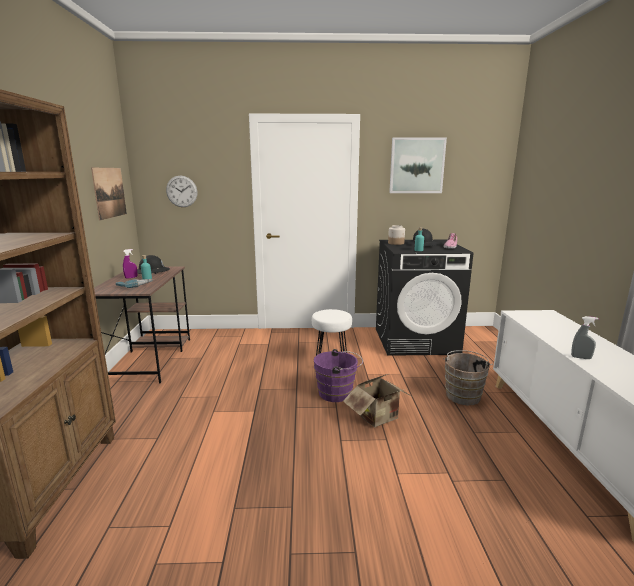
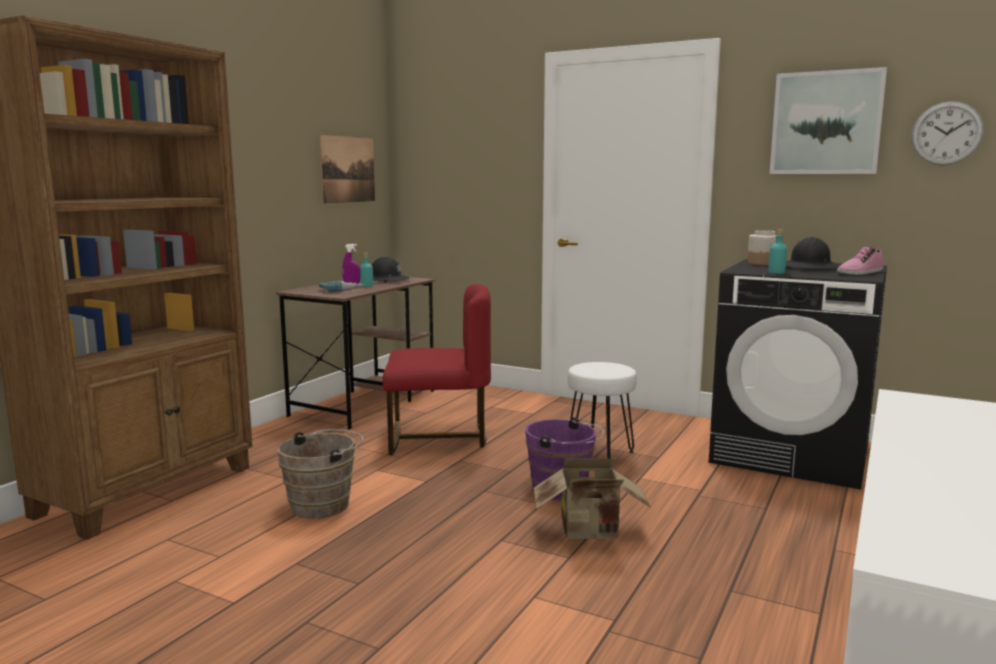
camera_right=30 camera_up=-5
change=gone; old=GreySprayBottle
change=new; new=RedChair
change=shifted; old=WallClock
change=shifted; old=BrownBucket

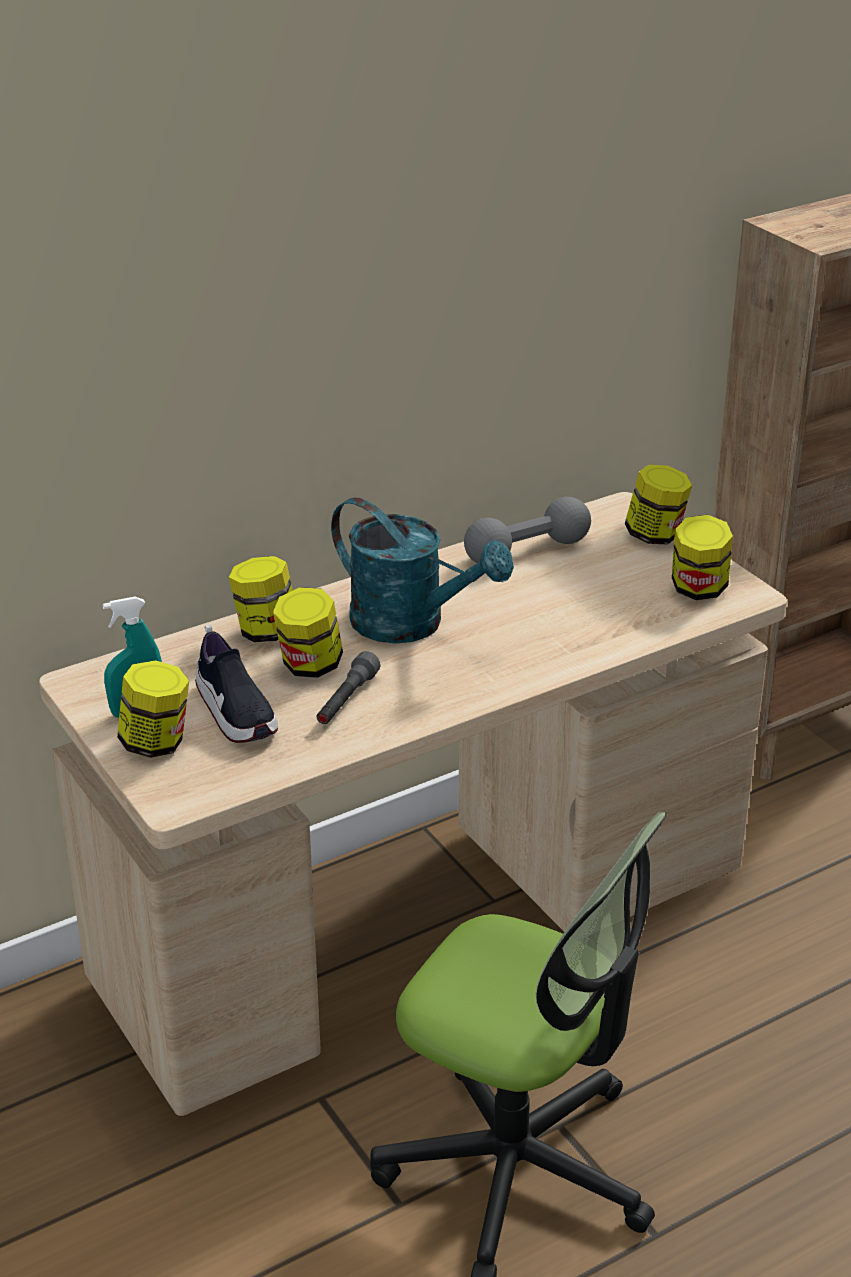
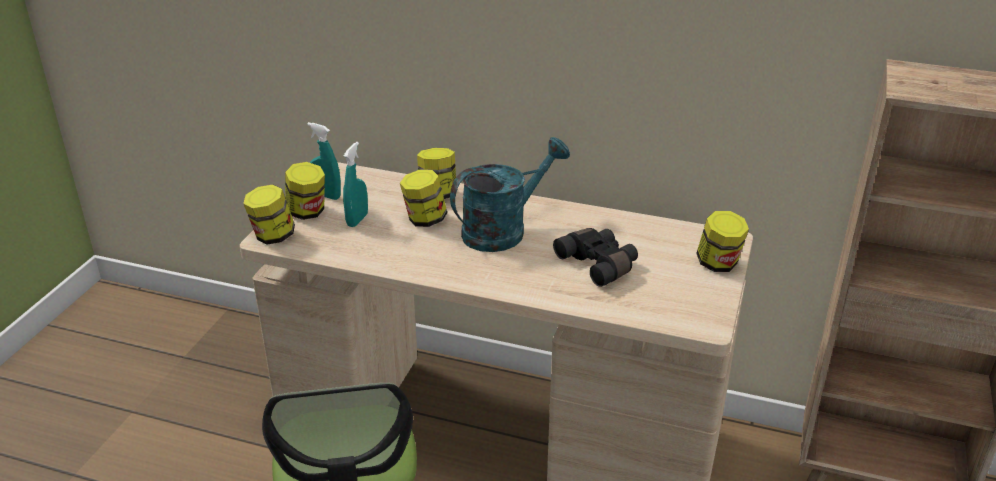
camera_right=50 camera_up=0
change=gone; old=GreyFlashlight
change=gone; old=GreyDumbbell
change=new; new=BlackBinoculars
change=shifted; old=Jar (no. 5 from left in the first image); new=Jar (no. 1 from left)
change=swapped; old=Shoe; new=TurquoiseSprayBottle (no. 2 from left)
change=rotated; old=TurquoiseWateringCan; degrees=-120

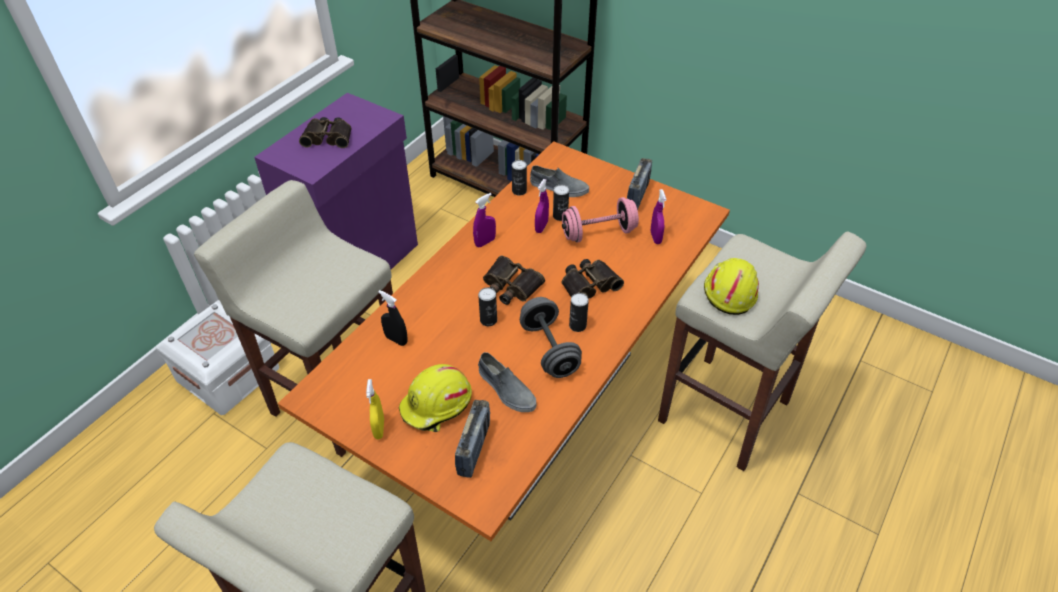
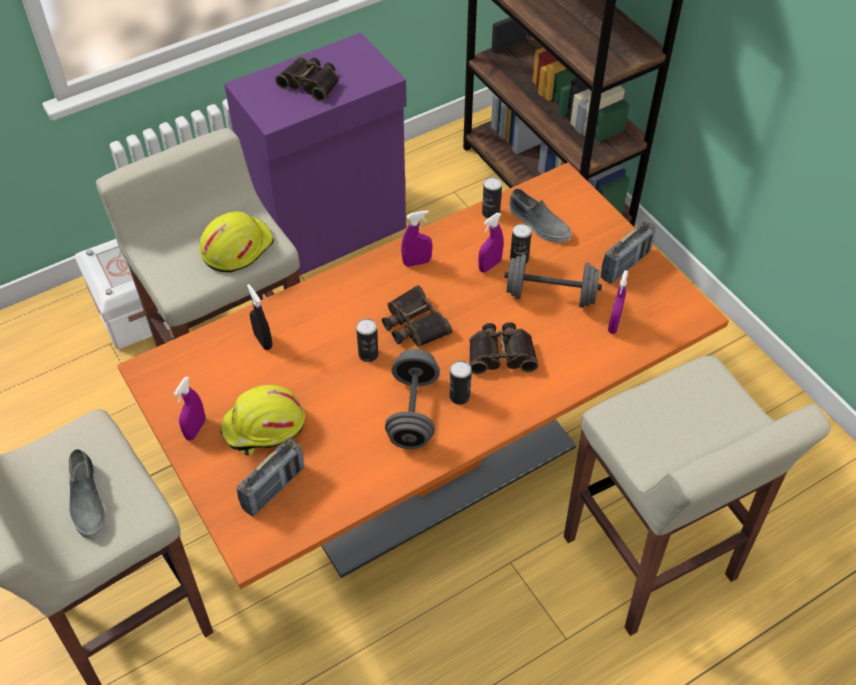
camera_right=25 camera_up=5
change=shifted; old=GreyShoe (no. 1 from left)
change=shifted; old=YellowHardHat (no. 2 from left in the first image); new=YellowHardHat (no. 1 from left)
change=repainted; old=YellowSprayBottle; new=PurpleSprayBottle (no. 1 from left)
change=repainted; old=PinkDumbbell; new=GreyDumbbell (no. 2 from left)

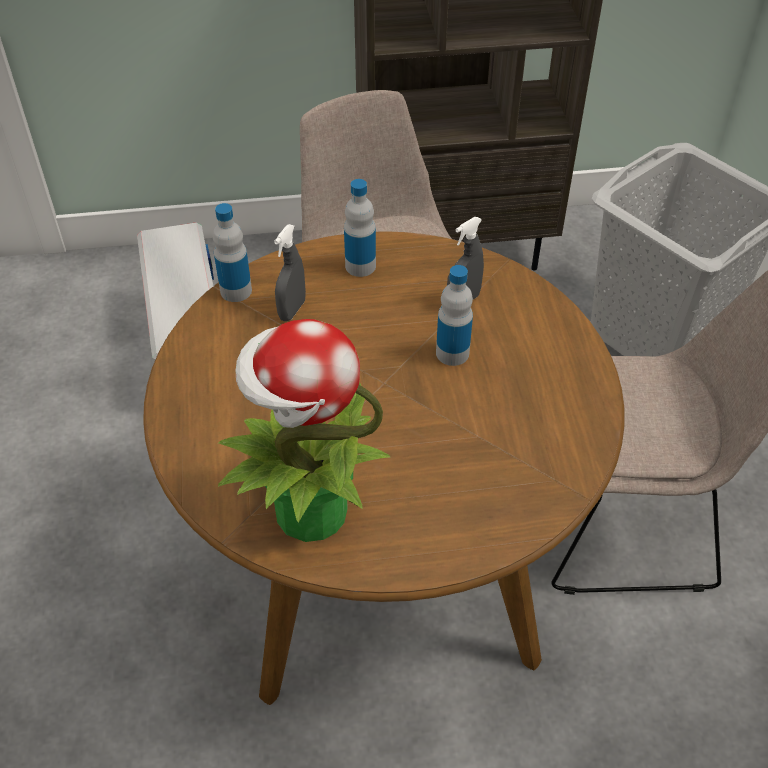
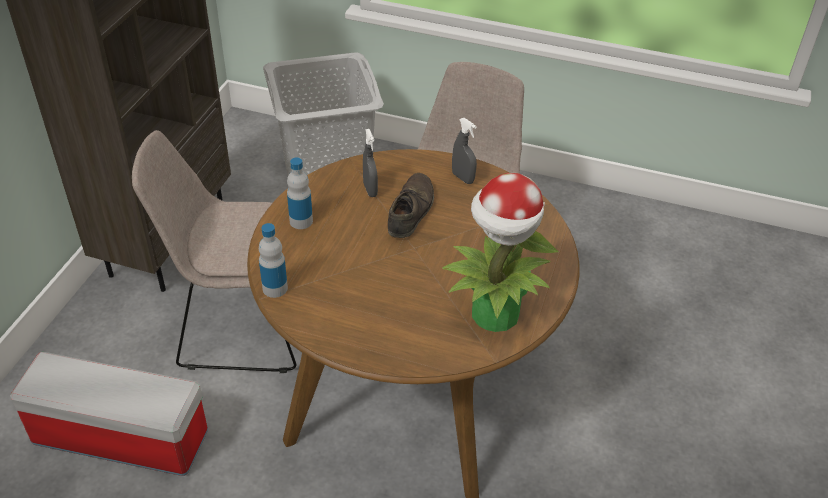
camera_right=-65 camera_up=-5
change=shifted; old=GreySprayBottle (no. 1 from left in the first image); new=GreySprayBottle (no. 2 from left)
change=swapped; old=Bottle (no. 3 from left); new=BrownShoe

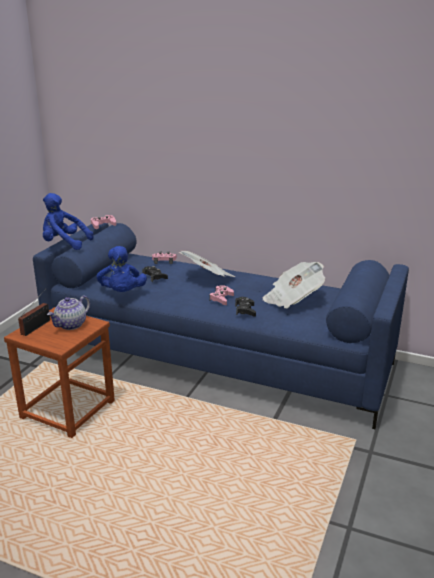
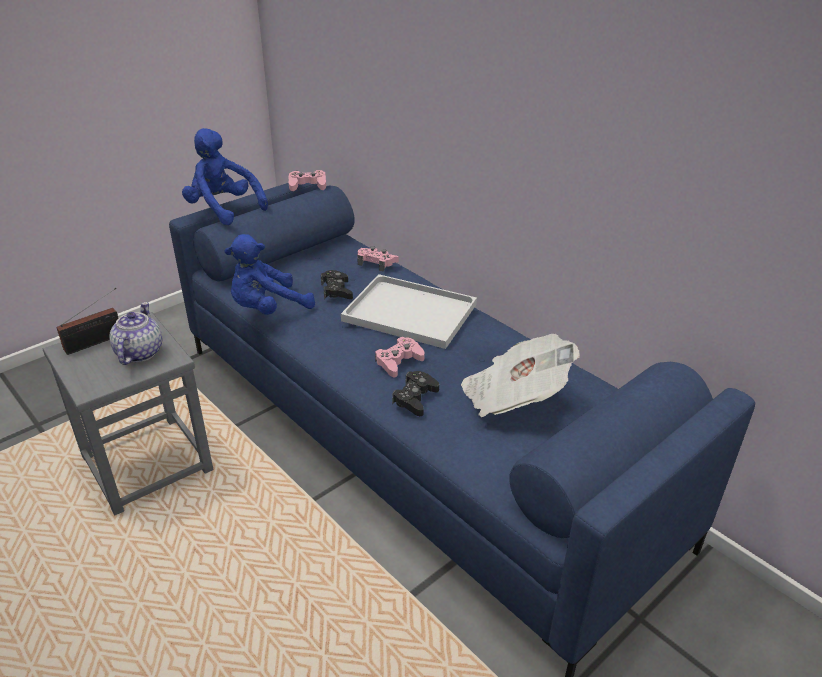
camera_right=25 camera_up=10
change=swapped; old=Newspaper (no. 1 from left); new=WhiteTray
change=repainted; old=BrownStool; new=GreyStool
change=rotated; old=Teapot; degrees=120
change=rotated; old=BluePlushToy (no. 2 from left); degrees=45

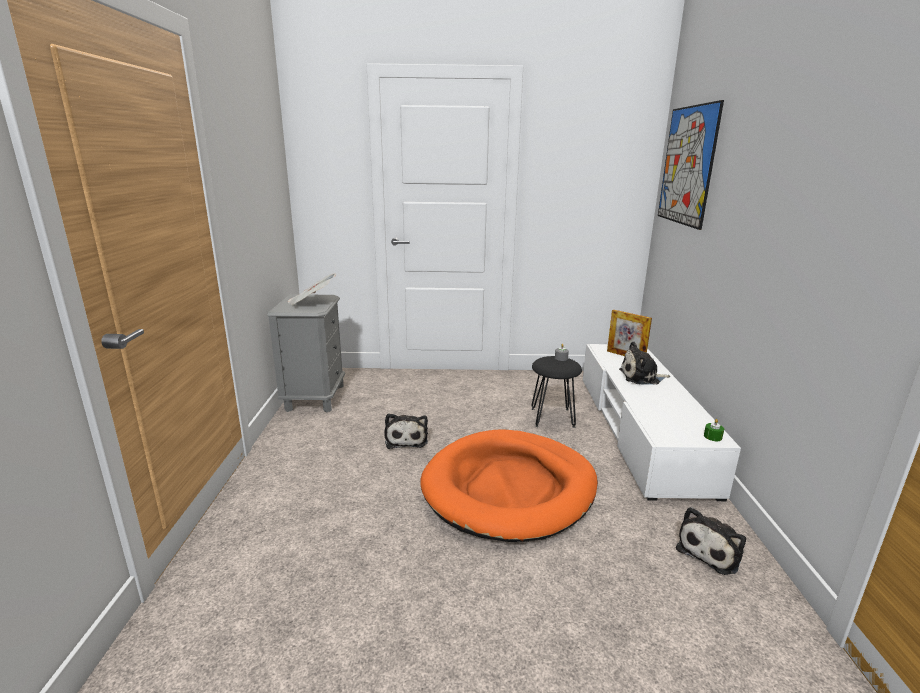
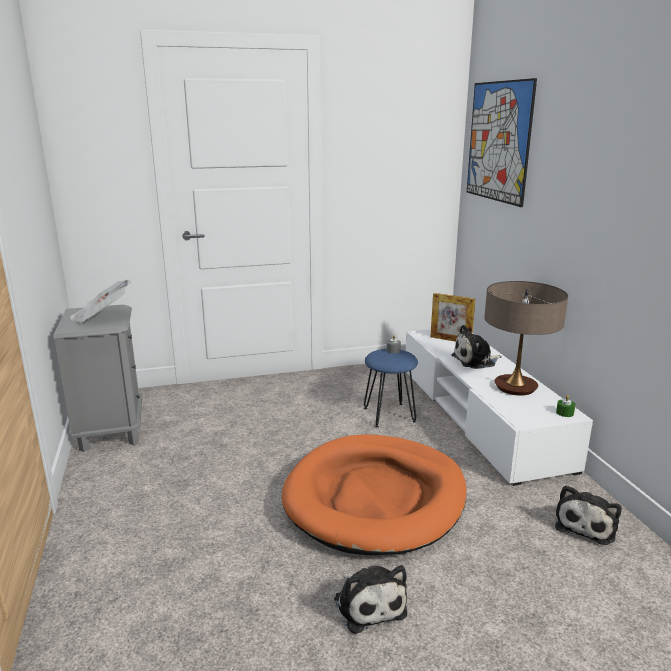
camera_right=-15 camera_up=0
change=new; new=TableLamp
change=shifted; old=PlushToy (no. 1 from left)
change=repainted; old=BlackStool; new=BlueStool

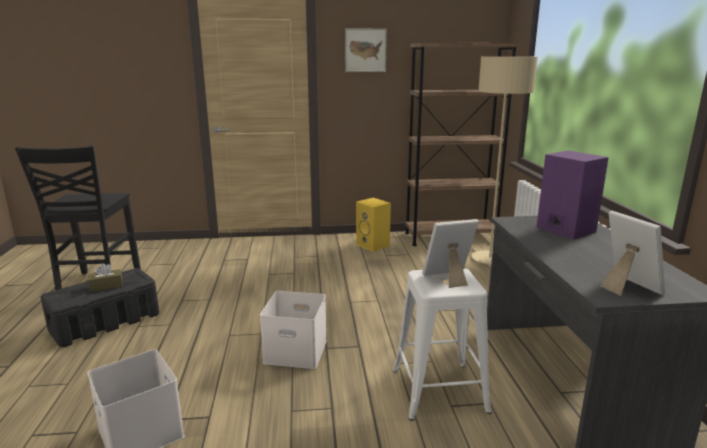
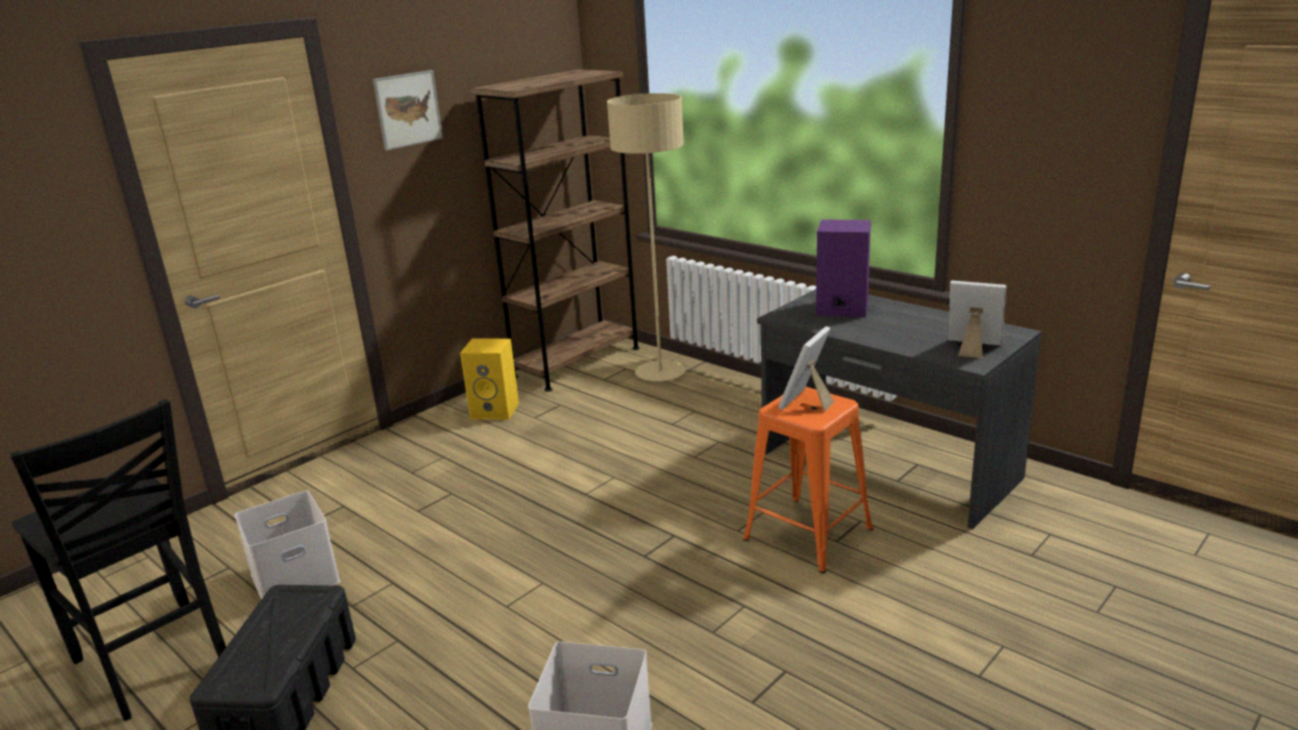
camera_right=-40 camera_up=5
change=gone; old=BrownTissueBox
change=shifted; old=WhiteStorageBox (no. 2 from left in the first image); new=WhiteStorageBox (no. 1 from left)
change=repainted; old=WhiteStool; new=OrangeStool

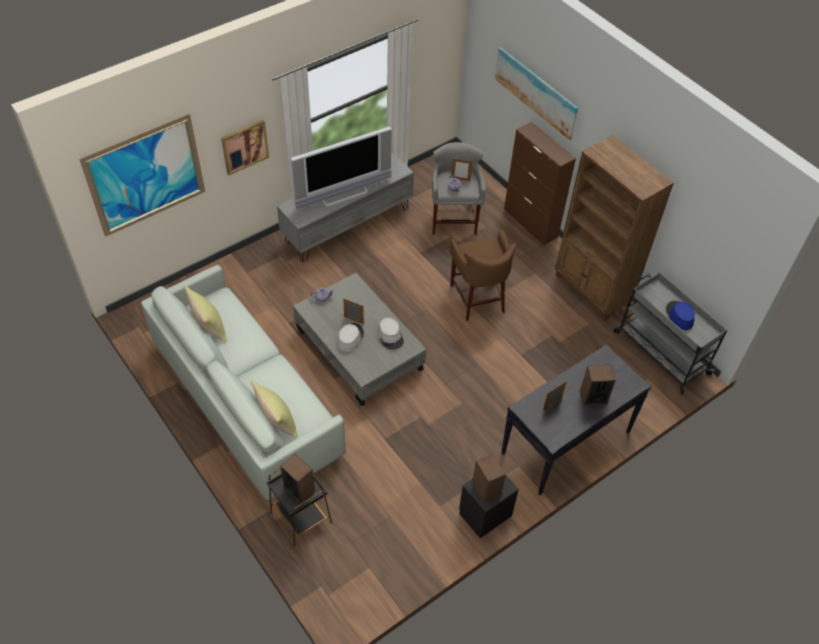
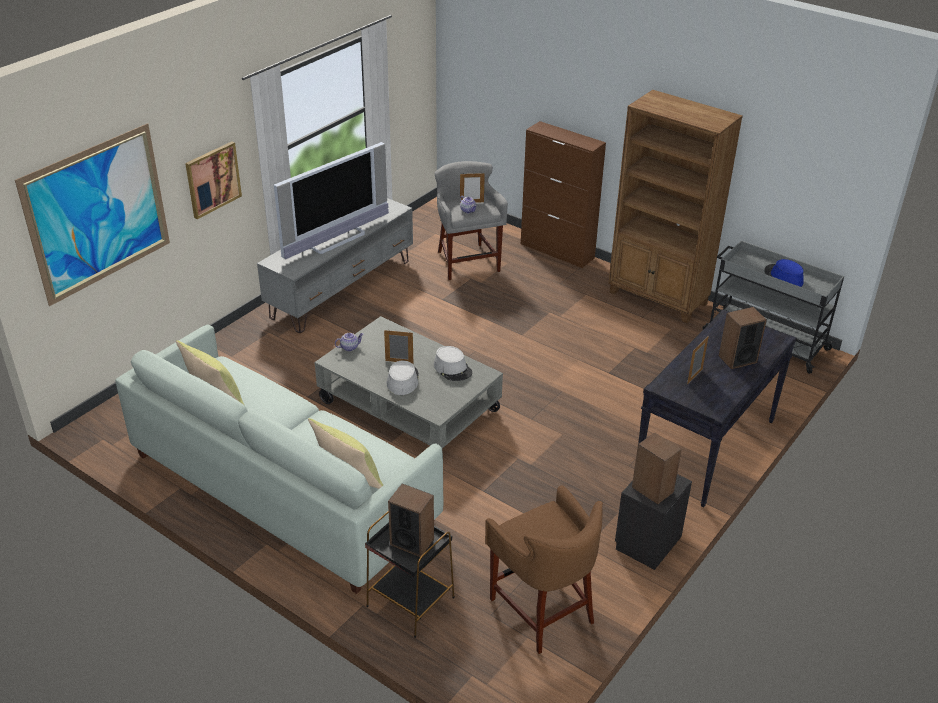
camera_right=-15 camera_up=-15
change=gone; old=Picture (no. 3 from left)
change=shifted; old=BrownStool

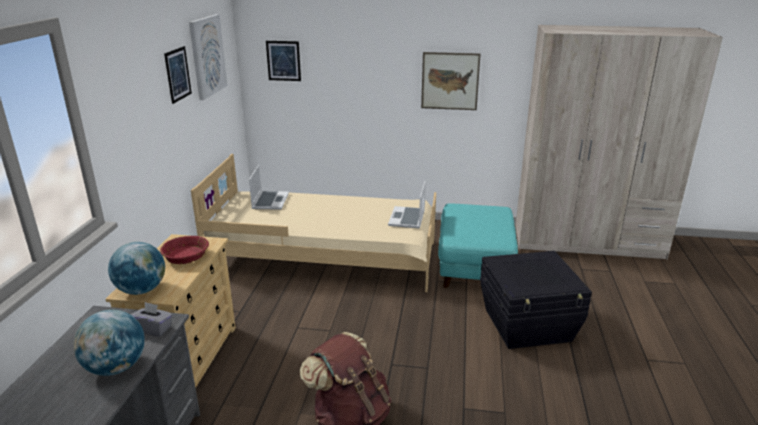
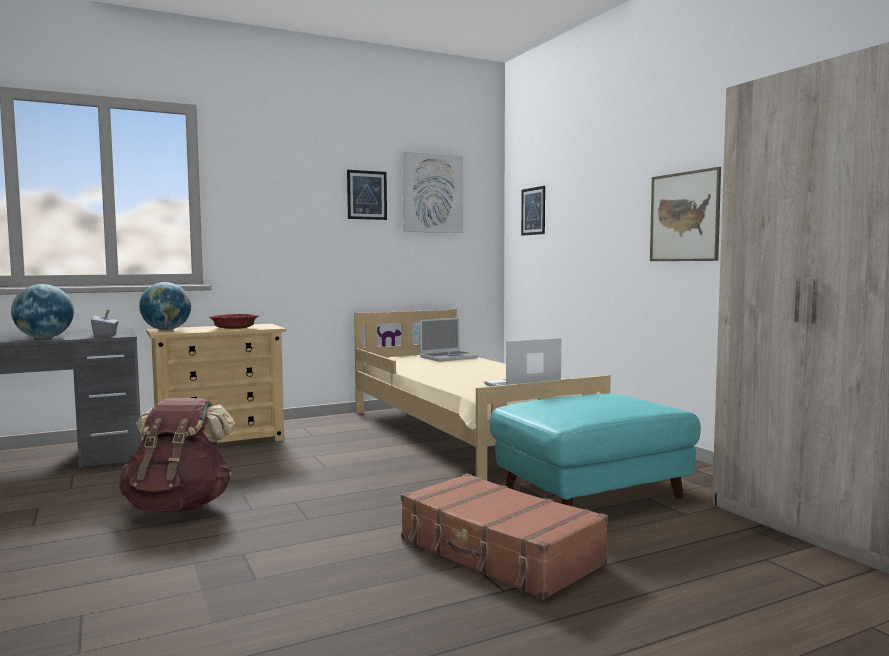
camera_right=55 camera_up=-20
change=swapped; old=BlackStorageBox; new=BrownSuitcase

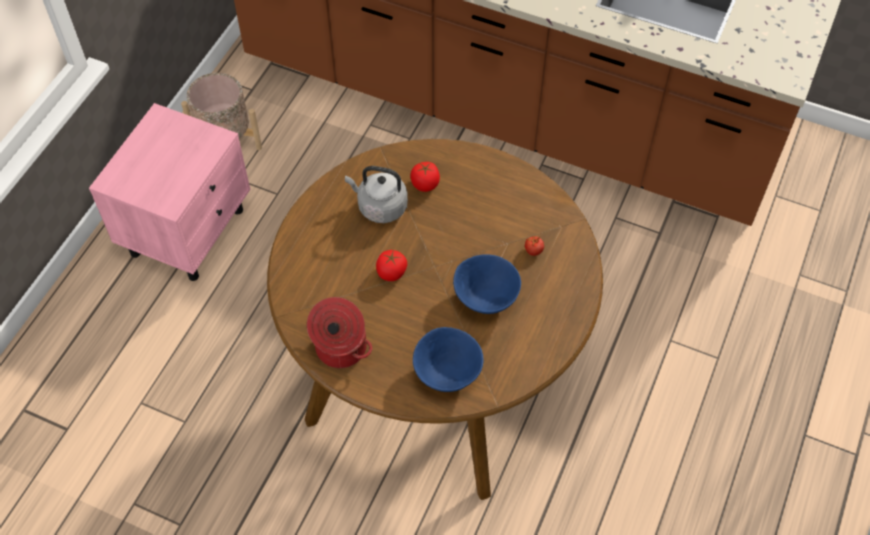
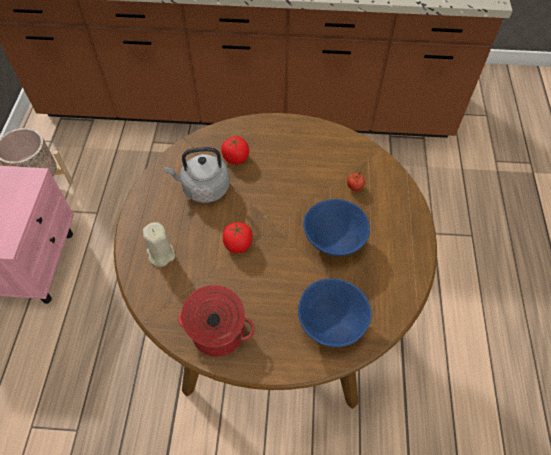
camera_right=-20 camera_up=0
change=new; new=BeigeCandle

